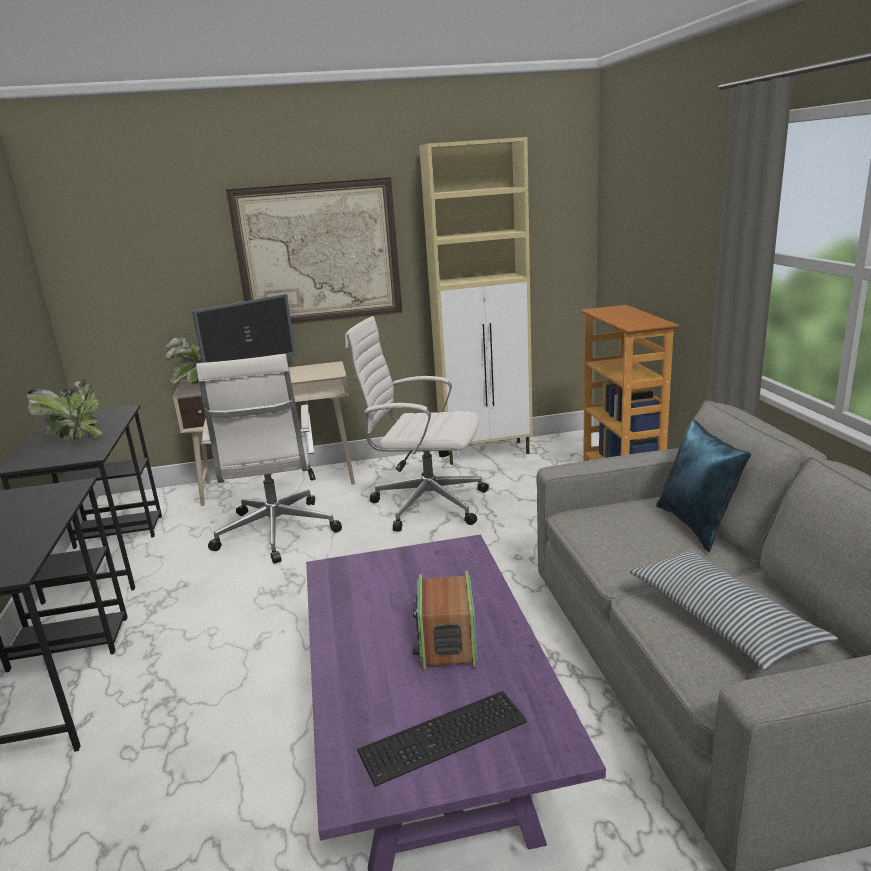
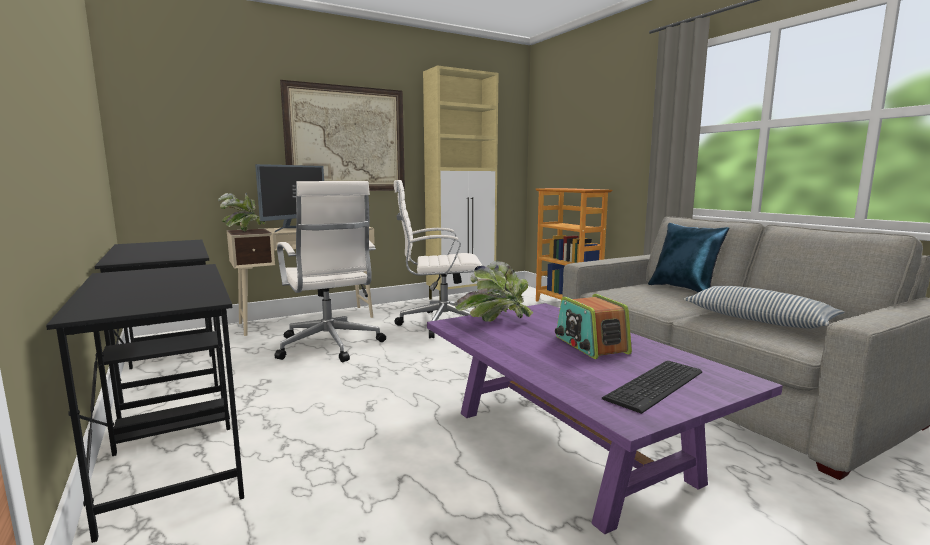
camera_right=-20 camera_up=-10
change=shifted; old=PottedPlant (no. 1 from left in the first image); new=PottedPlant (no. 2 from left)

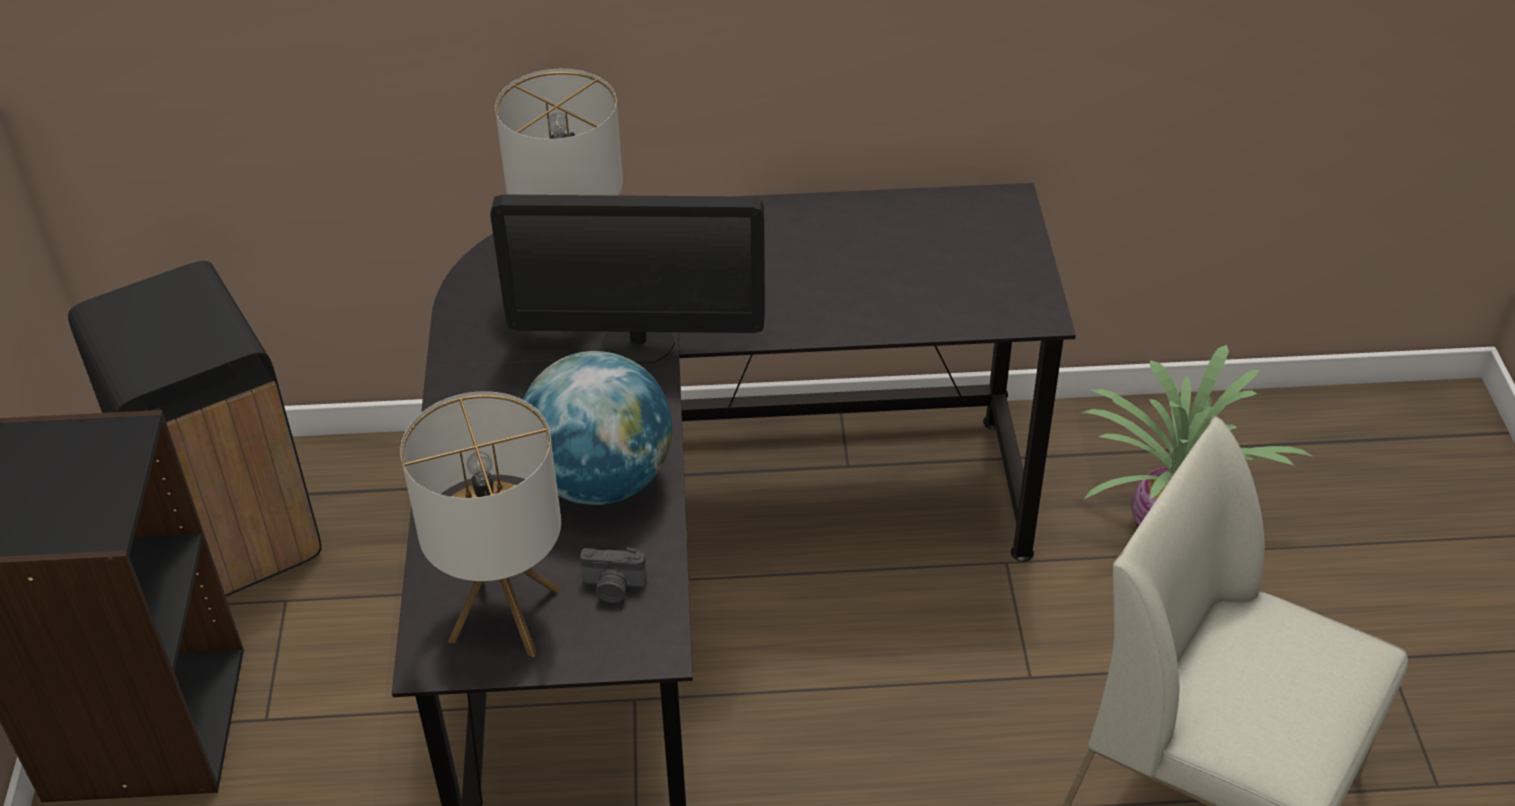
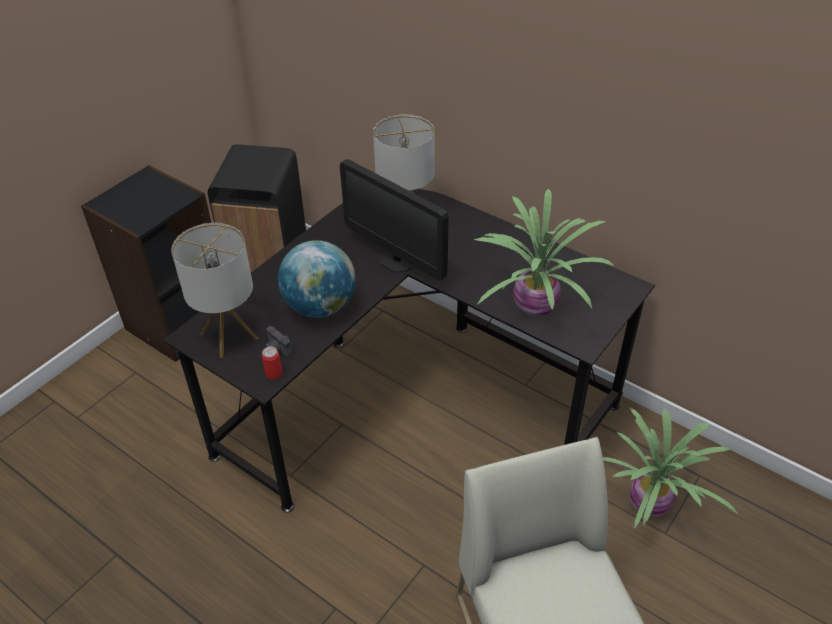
camera_right=40 camera_up=0
change=new; new=Can
change=new; new=PottedPlant (no. 1 from left)

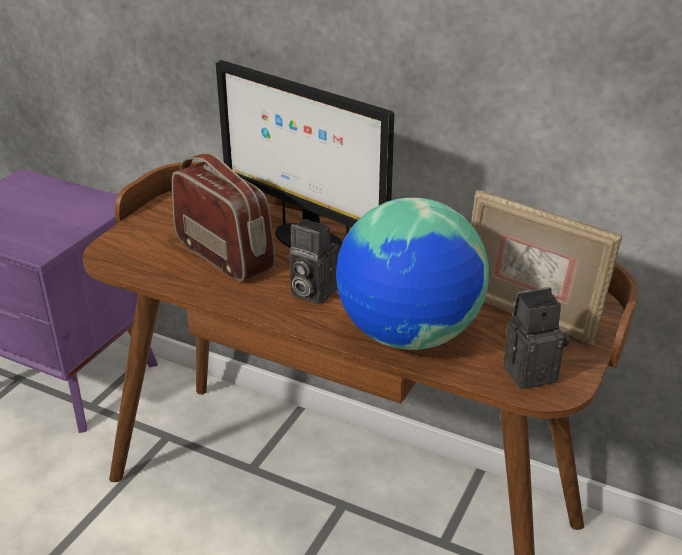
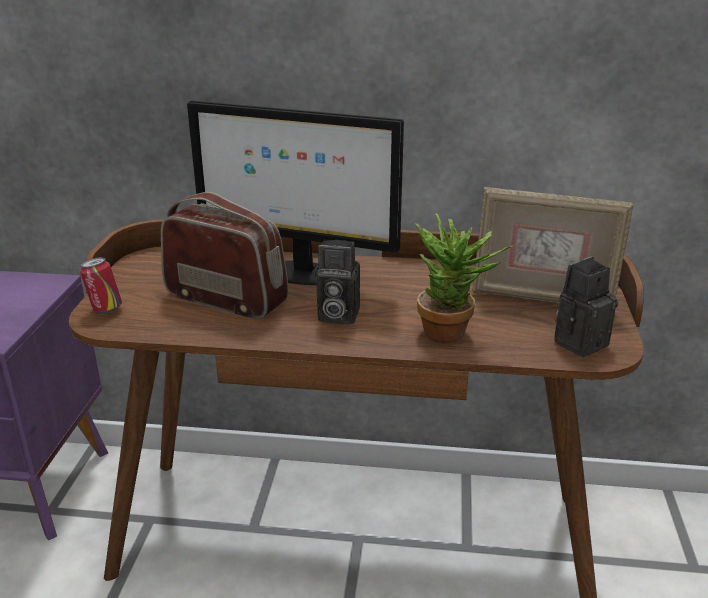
camera_right=-20 camera_up=-5
change=new; new=Can
change=swapped; old=Globe; new=PottedPlant

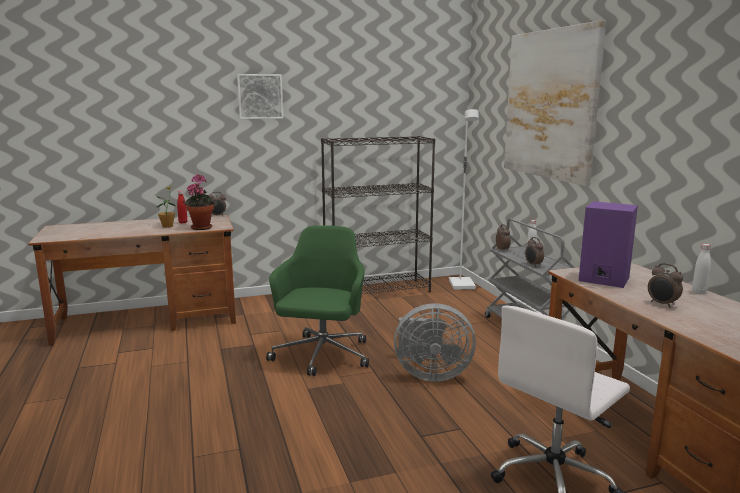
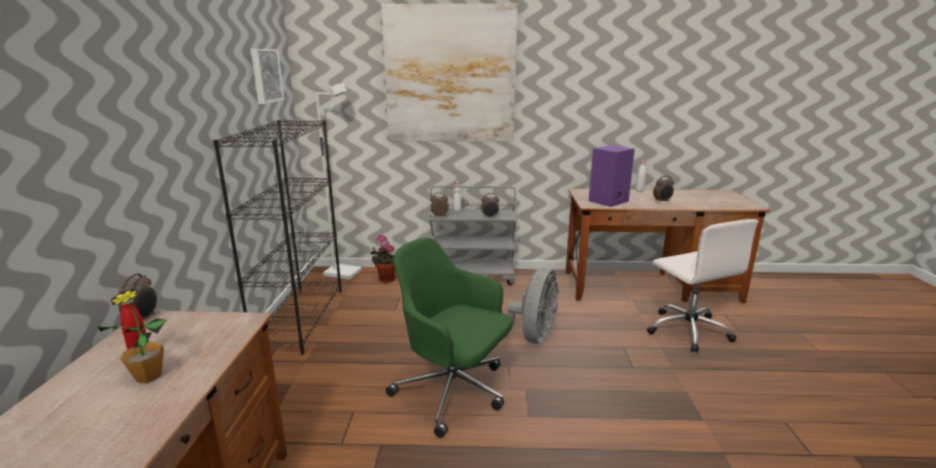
camera_right=-70 camera_up=5
change=shifted; old=PottedPlant (no. 2 from left)
change=shifted; old=Picture (no. 1 from left)

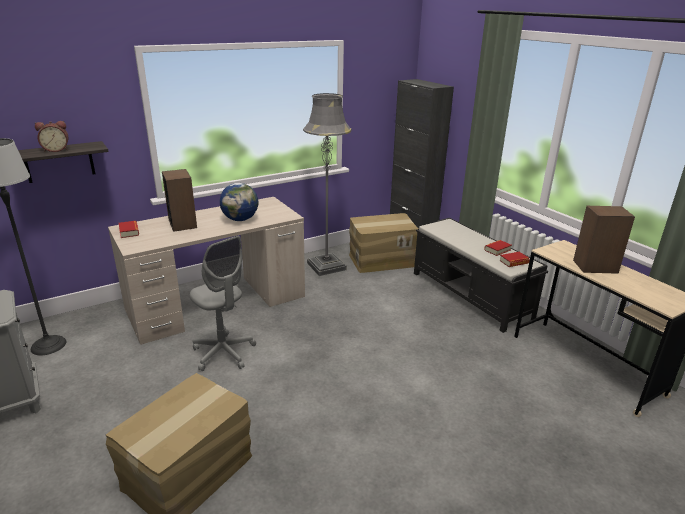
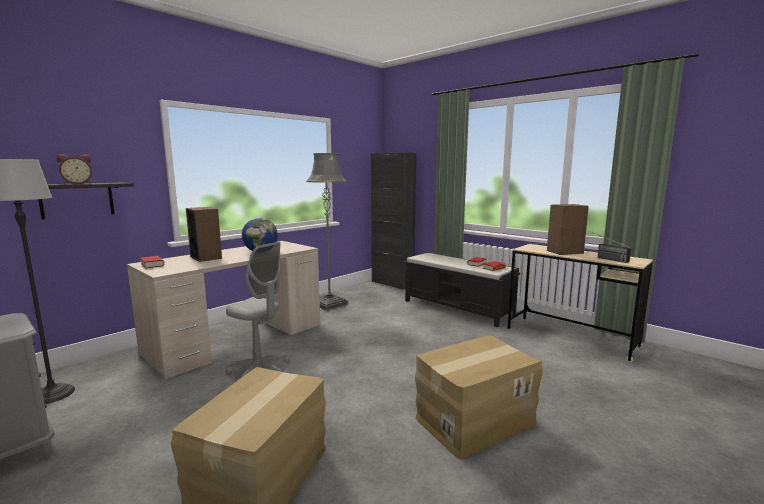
camera_right=-15 camera_up=-15
change=new; new=Radio
change=shifted; old=CardboardBox (no. 2 from left)

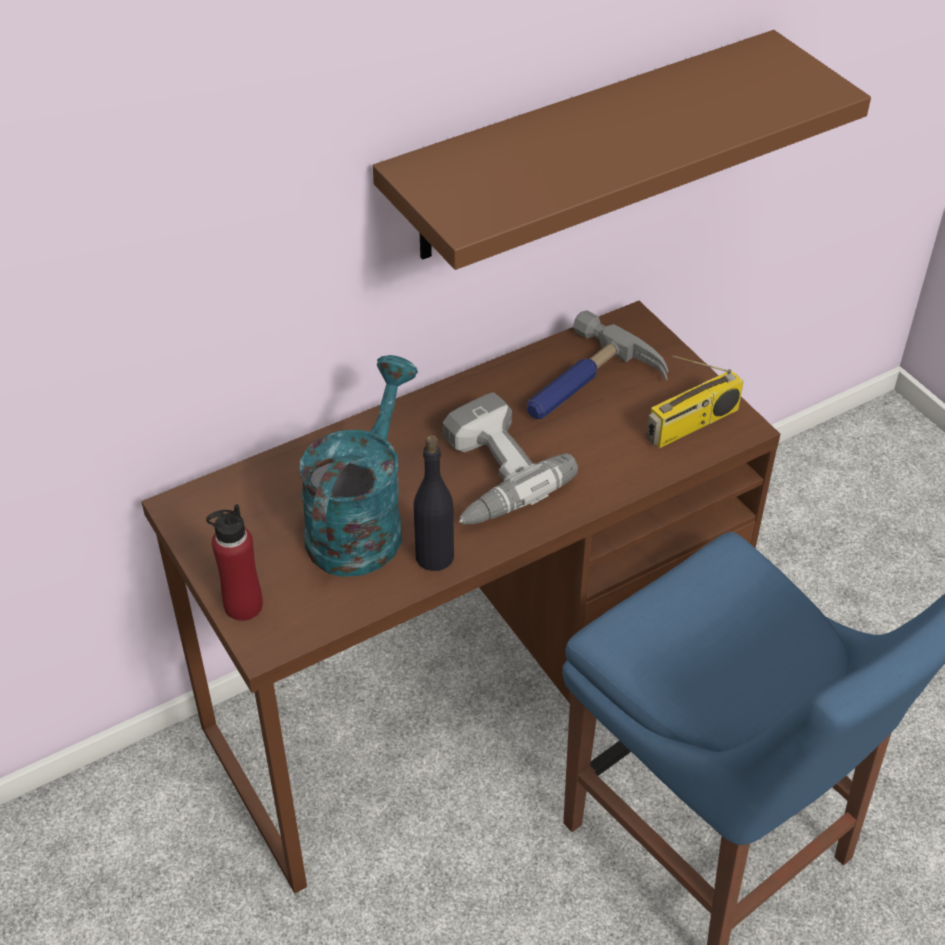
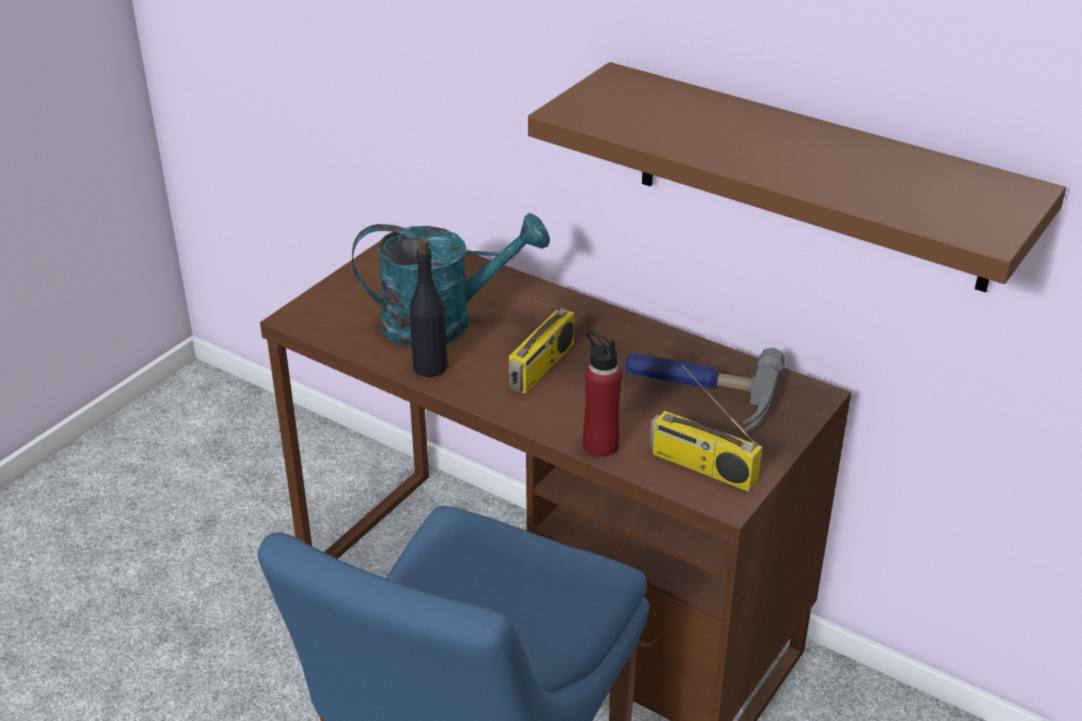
camera_right=65 camera_up=-10
change=shifted; old=RedBottle
change=swapped; old=PowerDrill; new=Radio (no. 1 from left)

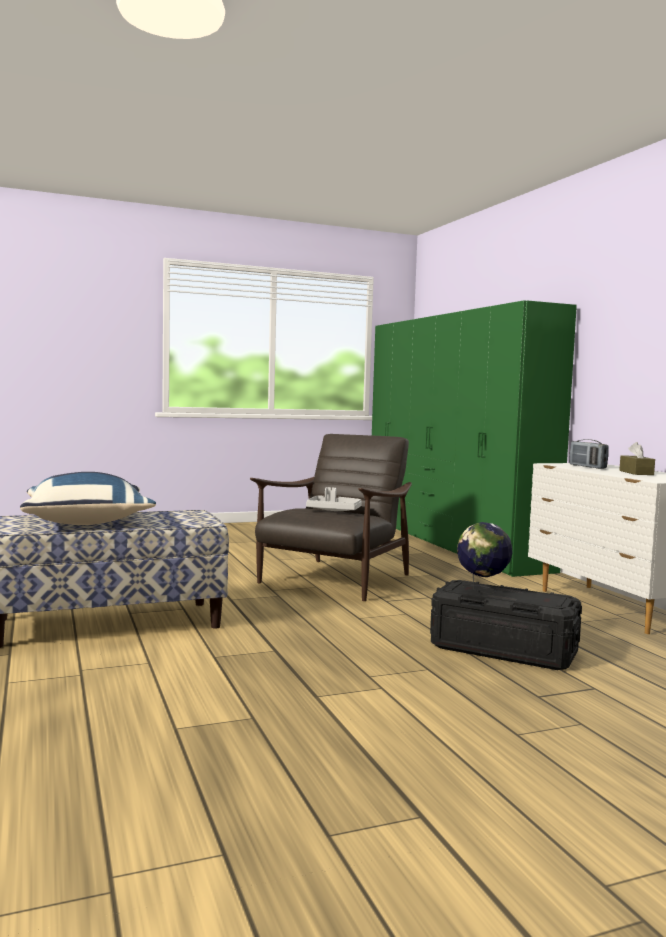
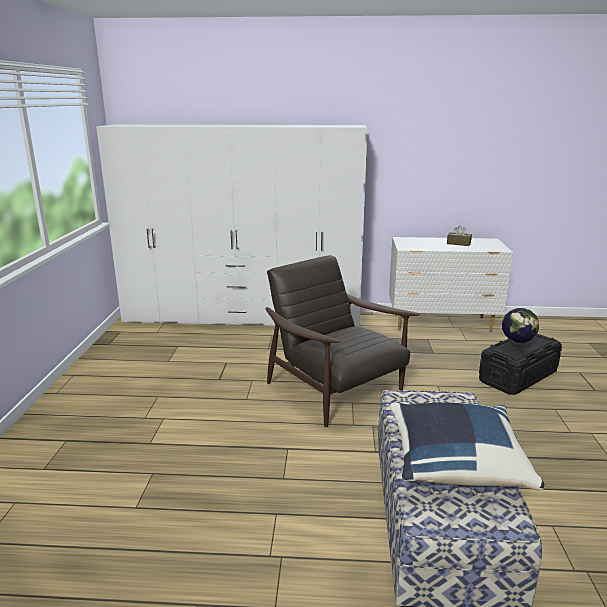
camera_right=-65 camera_up=15
change=gone; old=GreyTray
change=gone; old=Radio
change=repainted; old=GreenWardrobe; new=WhiteWardrobe

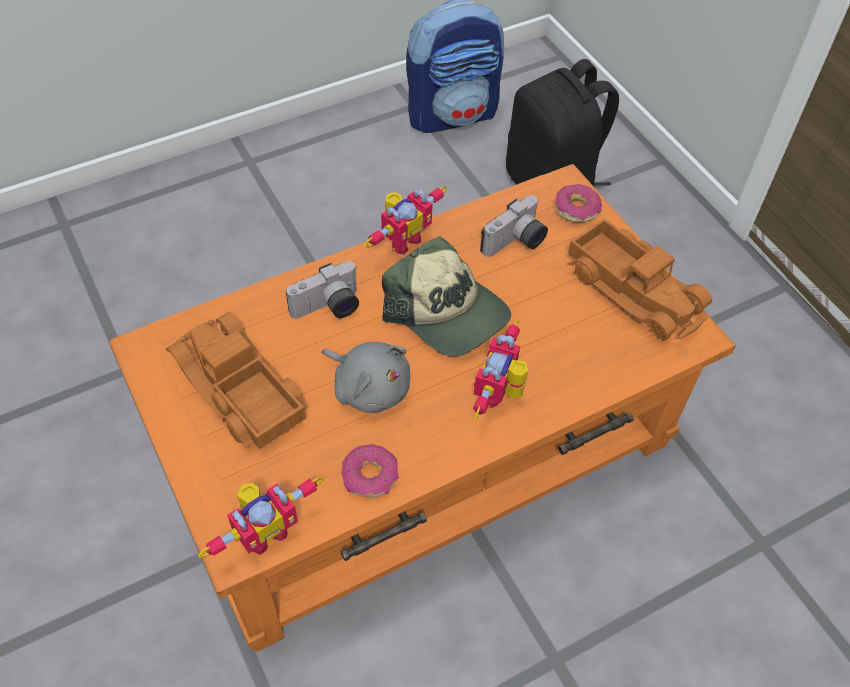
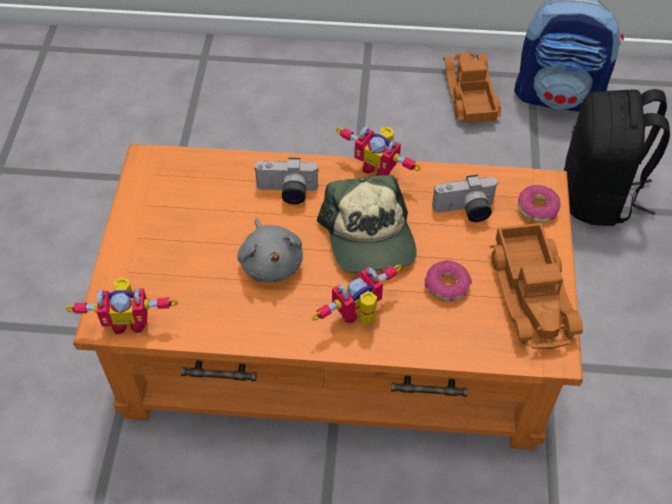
camera_right=35 camera_up=0
change=shifted; old=ToyTruck (no. 1 from left)
change=shifted; old=Donut (no. 1 from left)
change=rotated; old=ToyRobot (no. 2 from left in the first image); degrees=45

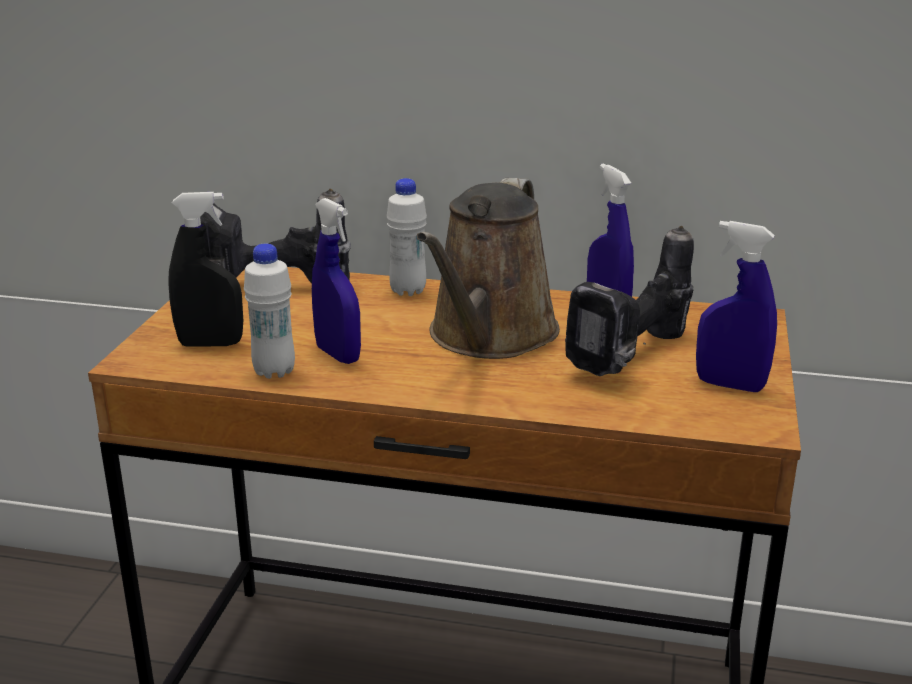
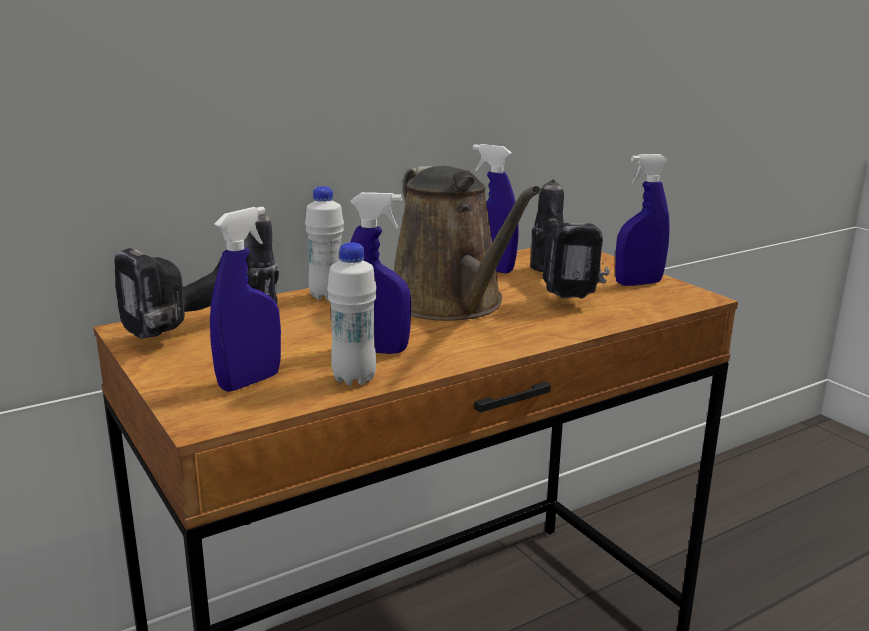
camera_right=-45 camera_up=-5
change=repainted; old=BlackSprayBottle; new=BlueSprayBottle (no. 1 from left)

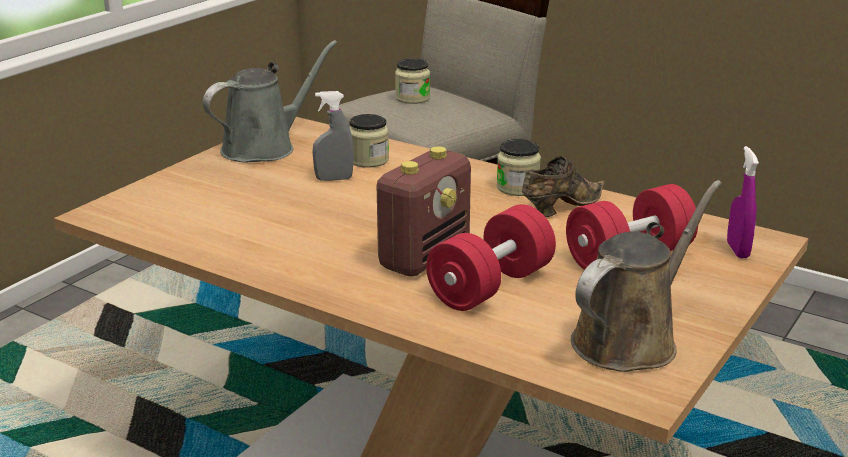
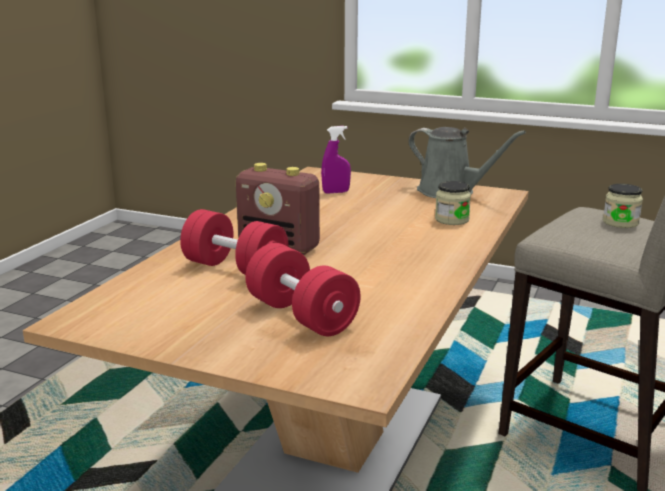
camera_right=80 camera_up=-5
change=gone; old=GreySprayBottle
change=gone; old=Jar (no. 3 from left)
change=gone; old=BrownShoe
change=gone; old=BrownWateringCan
change=shifted; old=PurpleSprayBottle

